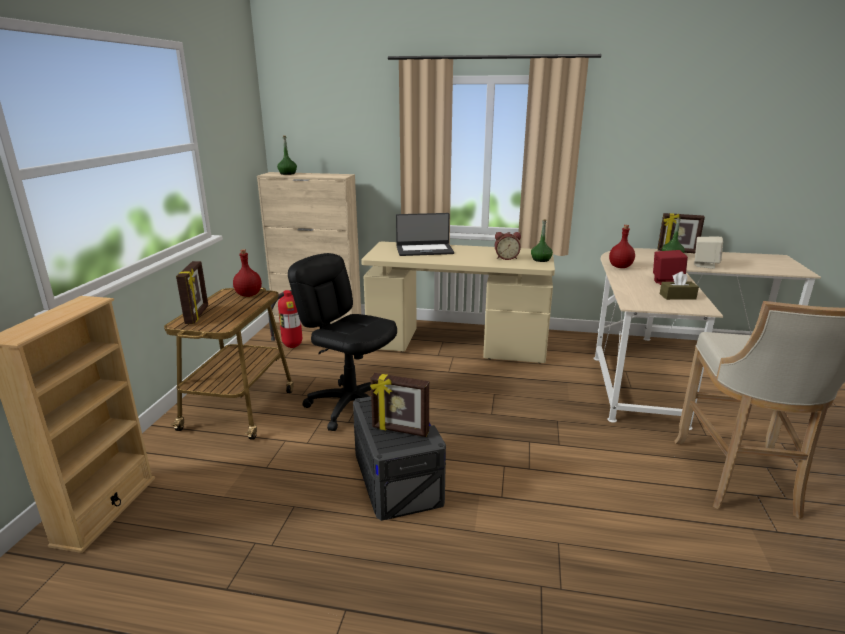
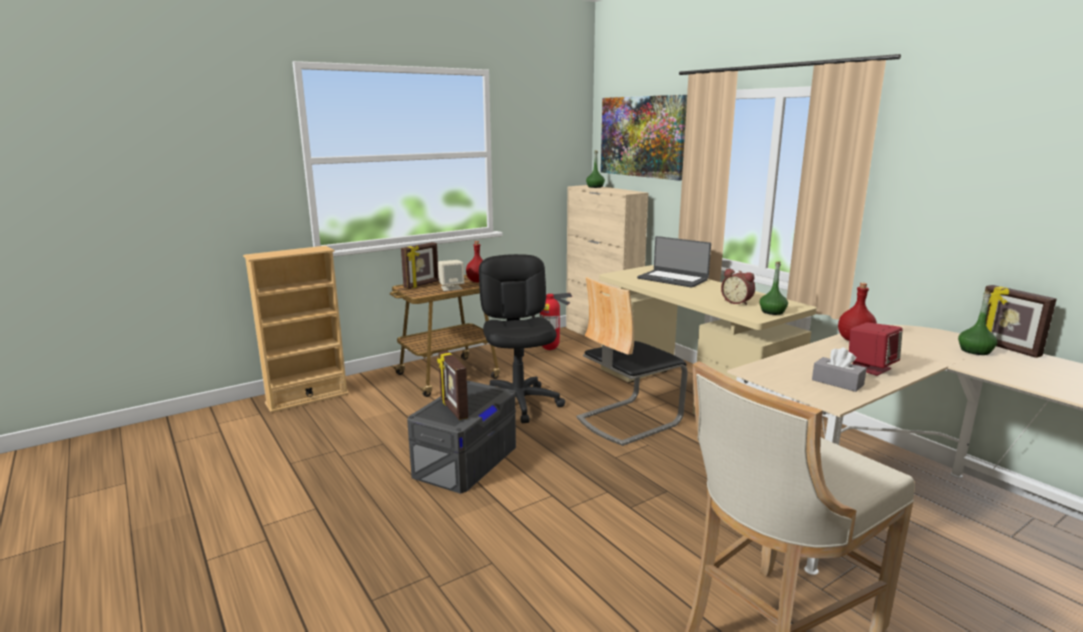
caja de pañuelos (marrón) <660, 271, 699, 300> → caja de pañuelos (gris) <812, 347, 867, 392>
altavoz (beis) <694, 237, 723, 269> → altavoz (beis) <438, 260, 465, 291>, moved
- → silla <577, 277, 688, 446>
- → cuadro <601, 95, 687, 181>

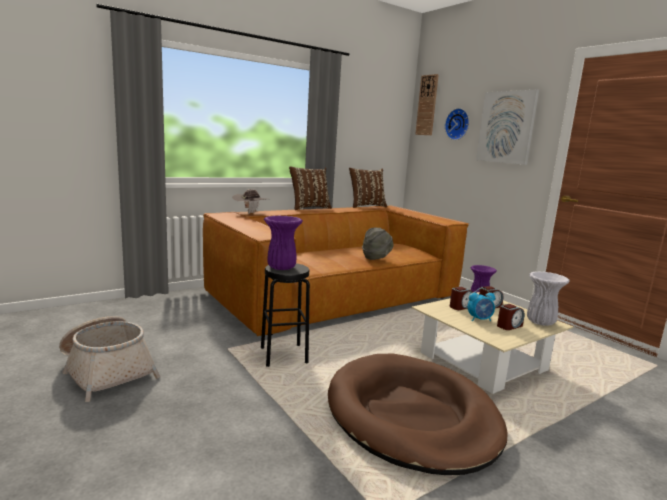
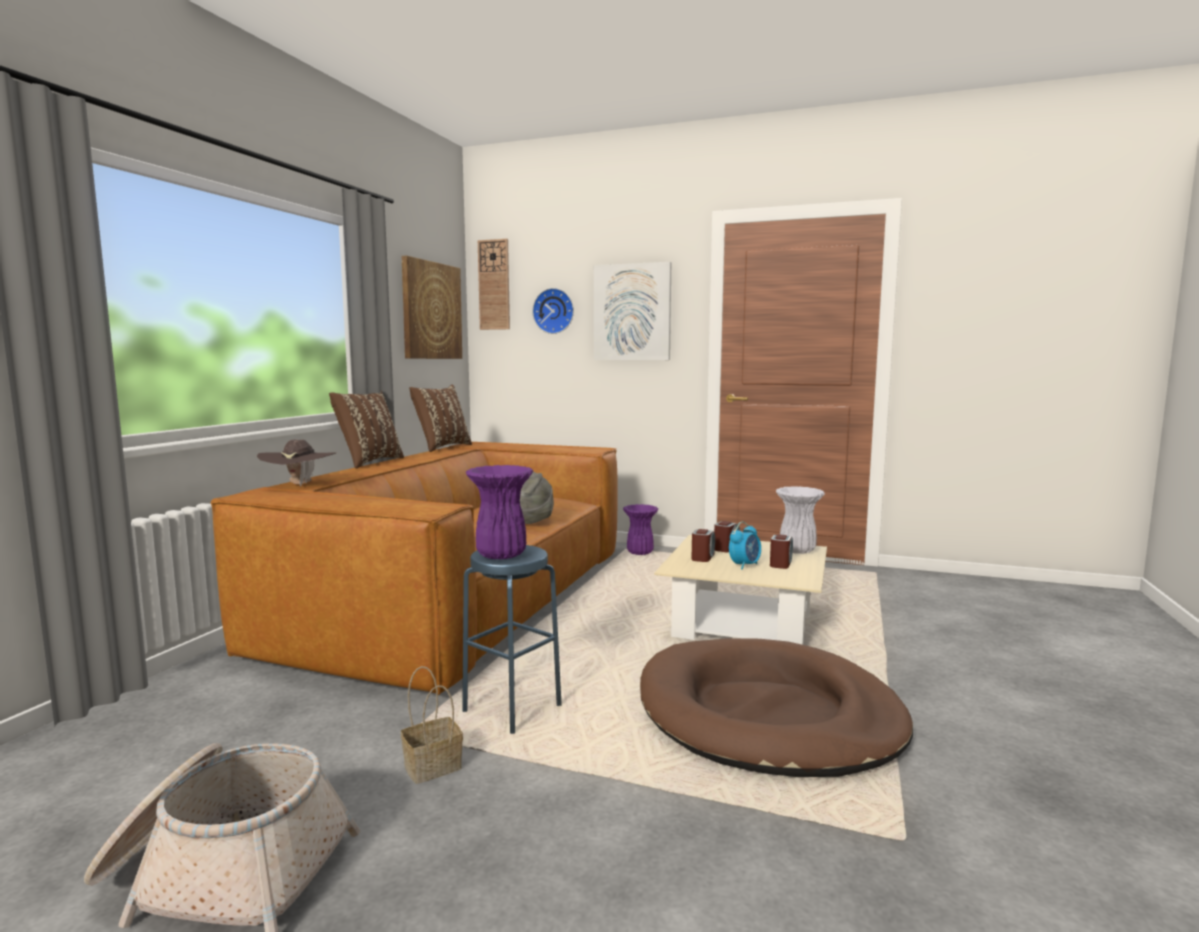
taburete (negro) <261, 263, 310, 367> → taburete (azul) <462, 545, 562, 734>
- → cesta <401, 666, 463, 784>
- → cuadro <402, 256, 462, 359>

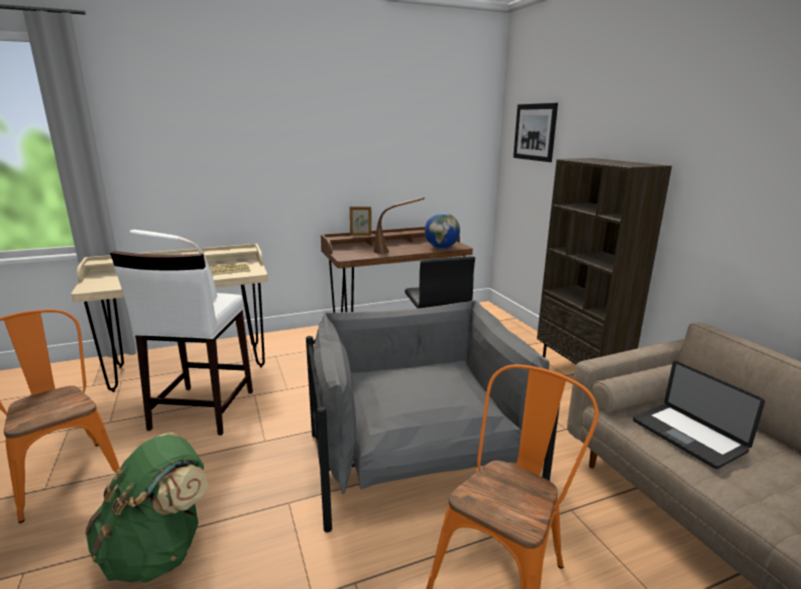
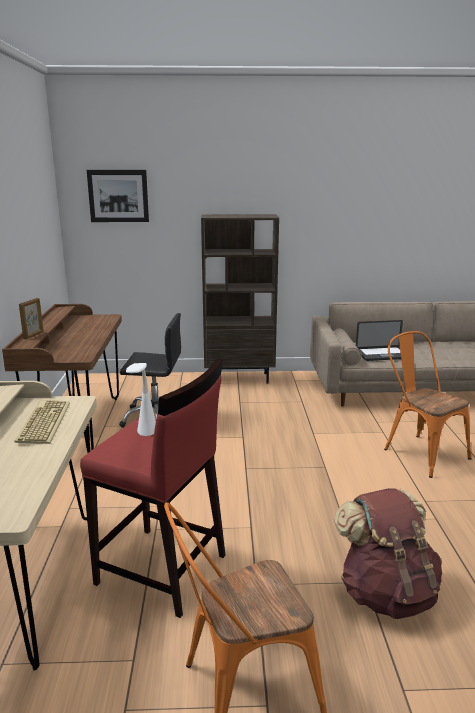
mochila (verde) <85, 432, 208, 583> → mochila (marrón) <335, 488, 442, 619>
taburete (blanco) <110, 251, 253, 435> → taburete (rojo) <80, 358, 225, 618>
sillón (gris) <306, 300, 560, 533> → -
lámpara de mesa (marrón) <374, 197, 425, 254> → -
globo terráqueo <425, 213, 460, 248> → -

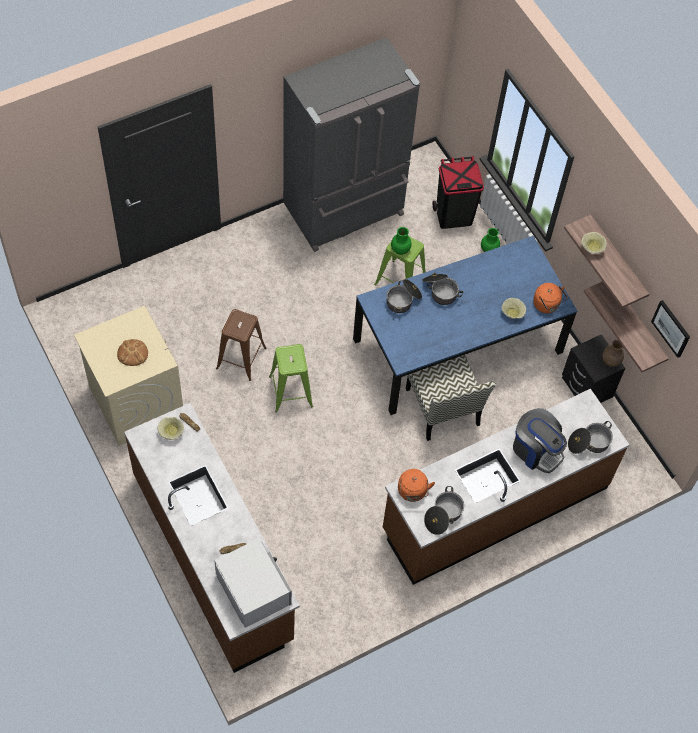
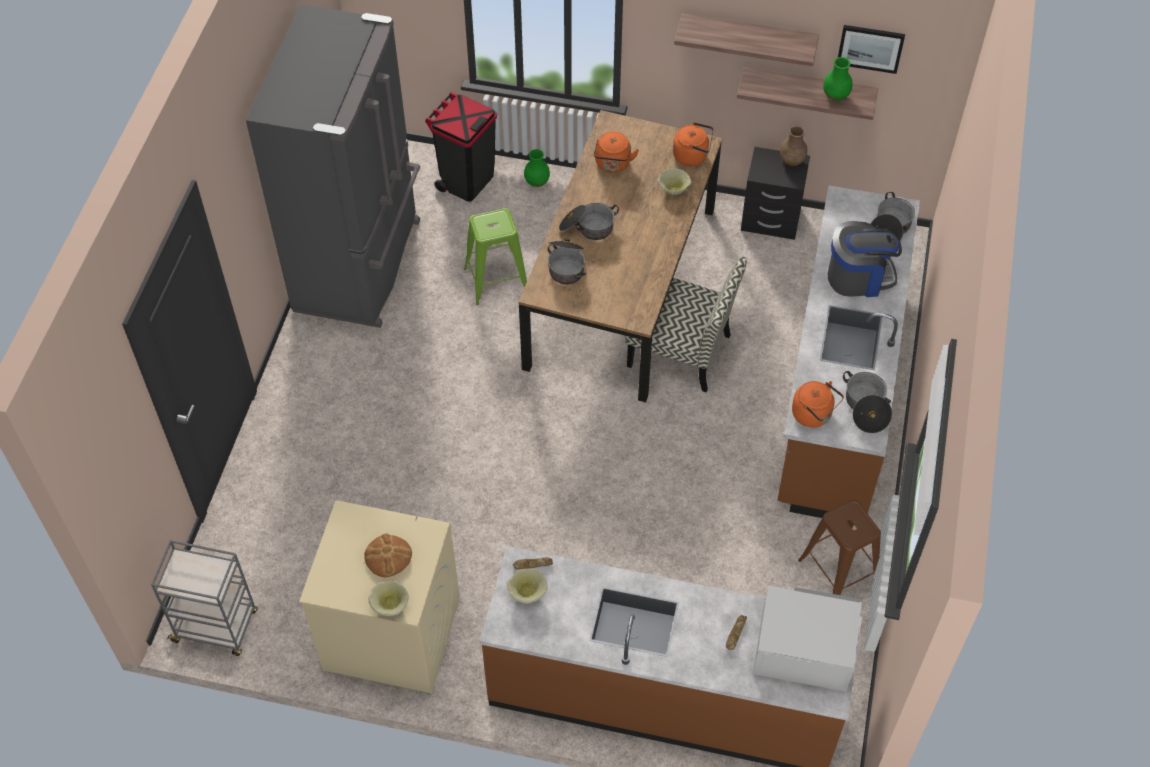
taburete (marrón) <216, 309, 266, 381> → taburete (marrón) <798, 500, 881, 595>, moved
taburete (verde) <269, 344, 313, 413> → -
mesa de comedor (azul) <353, 236, 577, 415> → mesa de comedor (marrón) <518, 110, 722, 402>
florero (verde) <391, 227, 411, 255> → florero (verde) <823, 57, 852, 101>, moved
cuenco (beis) <581, 232, 607, 254> → cuenco (beis) <368, 580, 409, 616>, moved
- → carrito (gris) <151, 540, 258, 656>
- → hervidor (naranja) <594, 132, 639, 173>

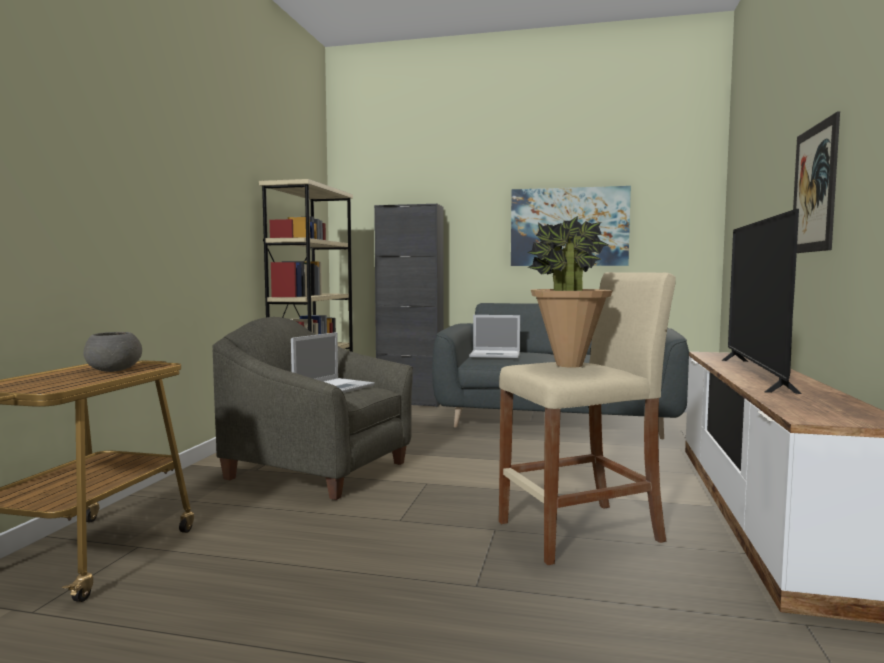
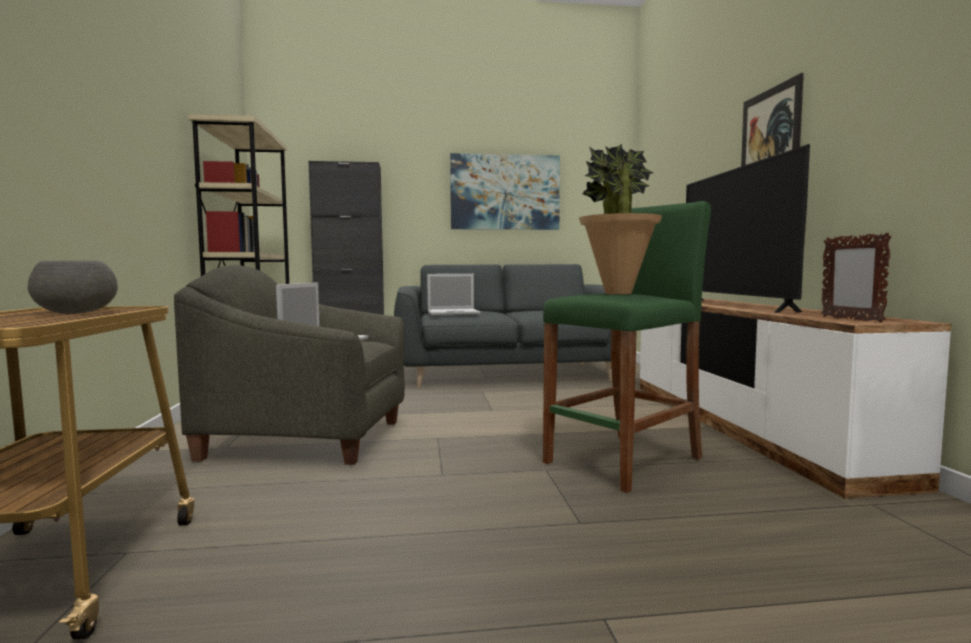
taburete (beis) <499, 272, 676, 565> → taburete (verde) <543, 201, 711, 493>
- → portarretratos <821, 233, 892, 323>

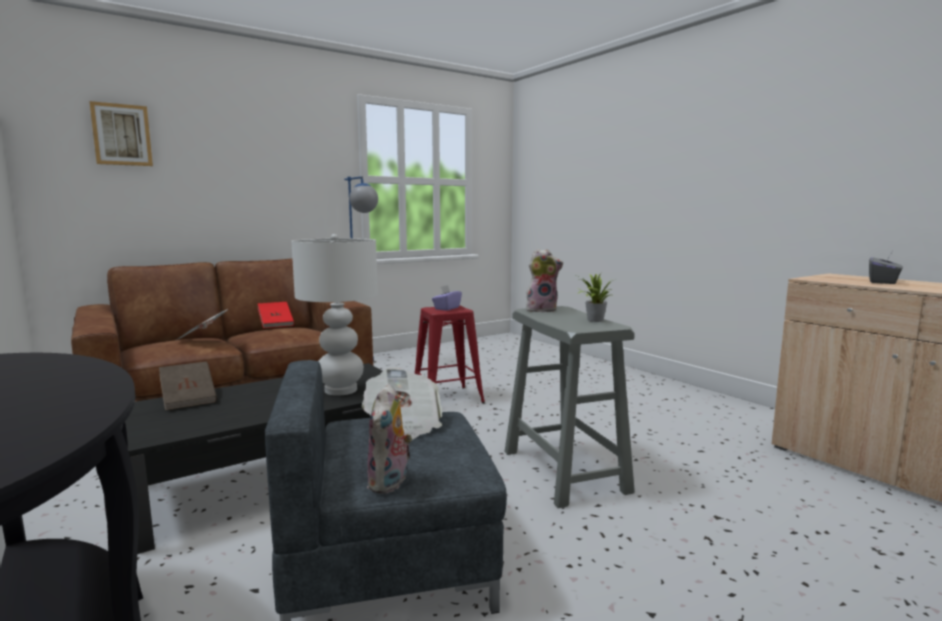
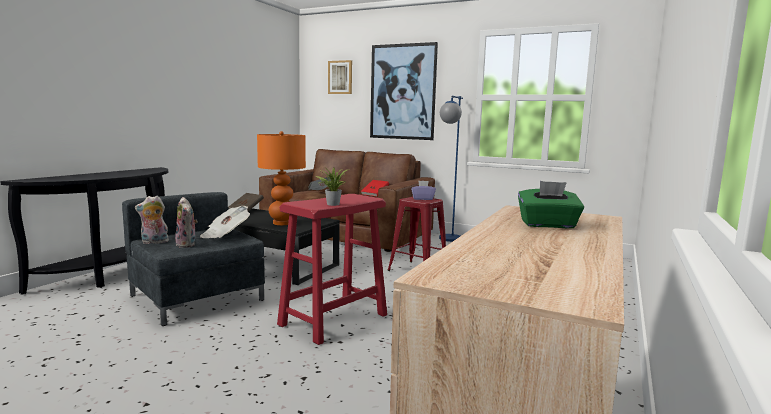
lámpara de mesa (blanco) <291, 234, 378, 396> → lámpara de mesa (naranja) <257, 131, 306, 225>
taburete (gris) <505, 306, 635, 508> → taburete (rojo) <277, 194, 387, 345>
peluche <526, 249, 563, 312> → peluche <175, 197, 198, 248>, moved
caja de pañuelos (gris) <869, 252, 903, 284> → caja de pañuelos (verde) <518, 181, 584, 228>
- → cuadro <370, 42, 438, 140>

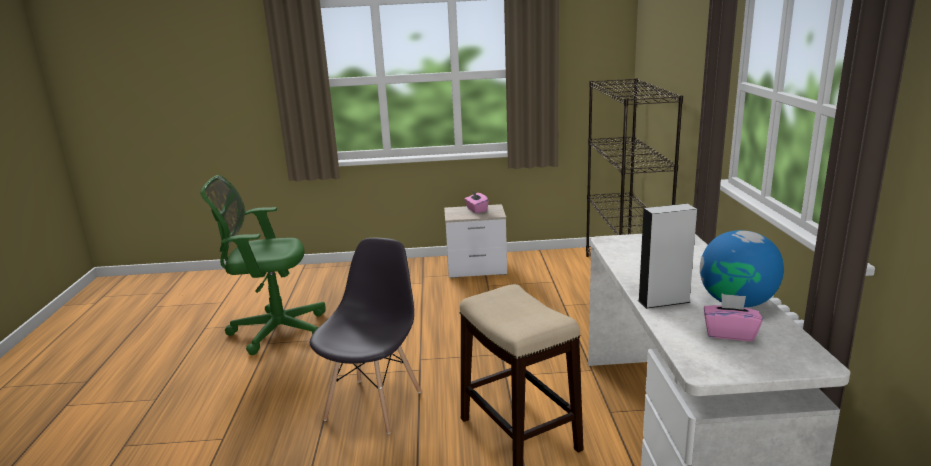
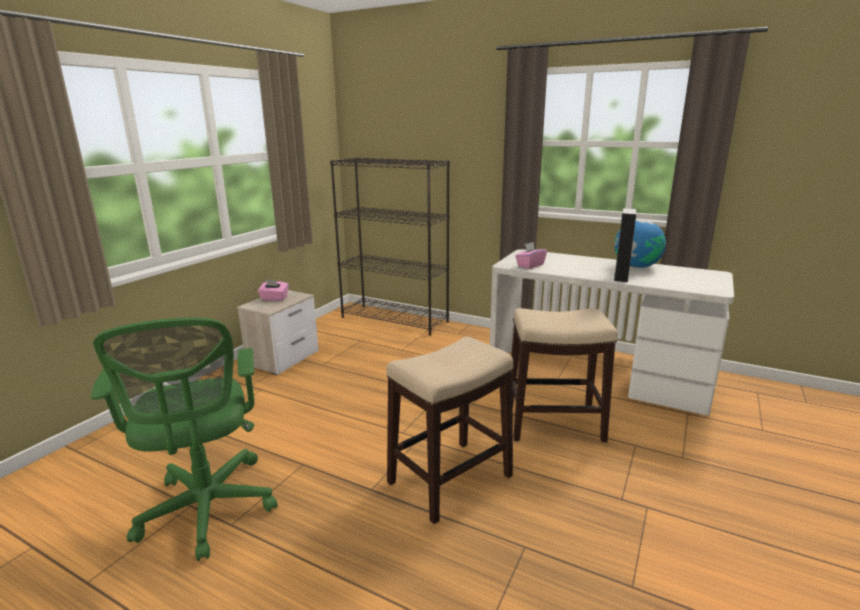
silla de oficina (verde) <200, 175, 326, 355> → silla de oficina (verde) <91, 317, 278, 561>, 45 degrees counterclockwise
silla (gris) <310, 238, 421, 434> → taburete <386, 337, 514, 524>
caja de pañuelos (rosa) <704, 293, 763, 341> → caja de pañuelos (rosa) <515, 242, 547, 269>, moved

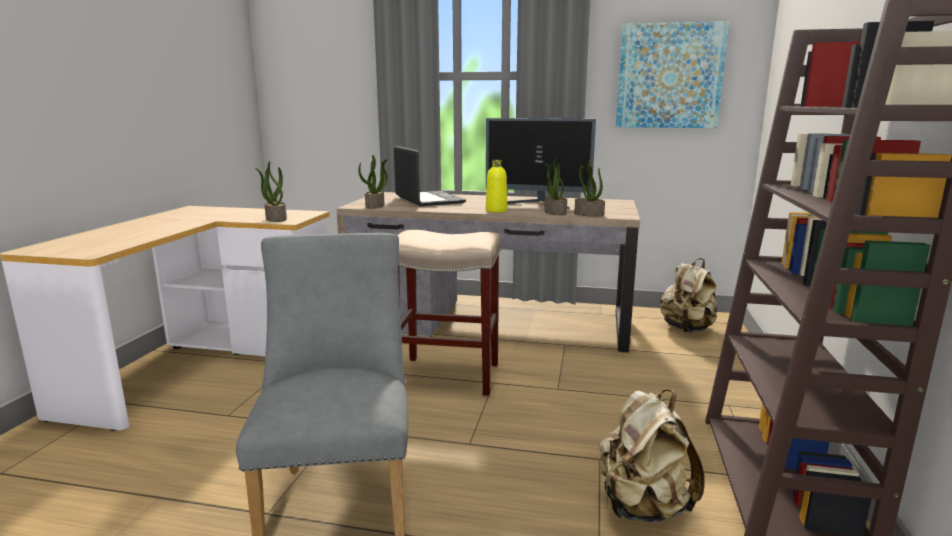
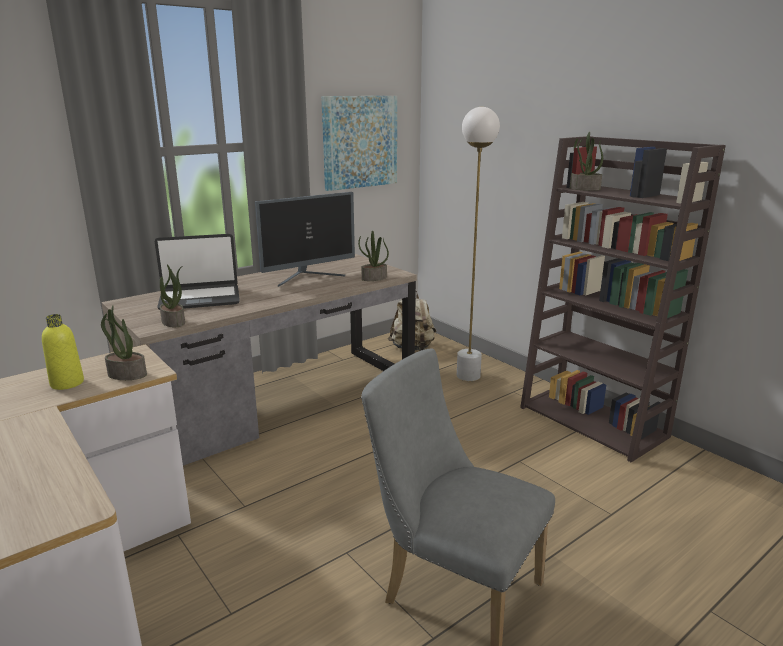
portátil <394, 146, 466, 206> → portátil <155, 234, 240, 310>, 150 degrees clockwise
taburete (beis) <397, 230, 501, 396> → -
botella (amarillo) <486, 160, 507, 212> → botella (amarillo) <42, 314, 84, 390>, moved
planta en maceta <544, 159, 567, 215> → planta en maceta <570, 132, 603, 191>, moved
mochila (beis) <599, 389, 705, 522> → -
- → lámpara de pie (blanco) <457, 107, 500, 381>

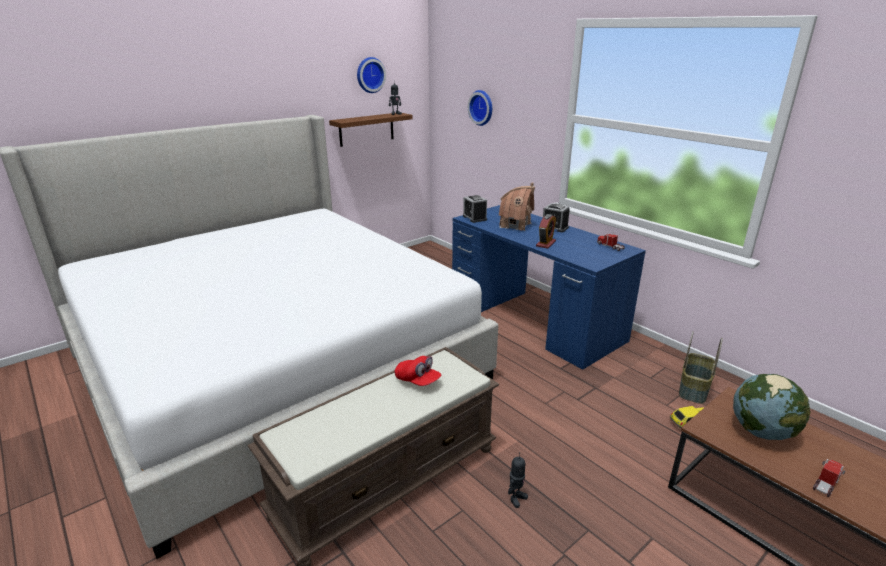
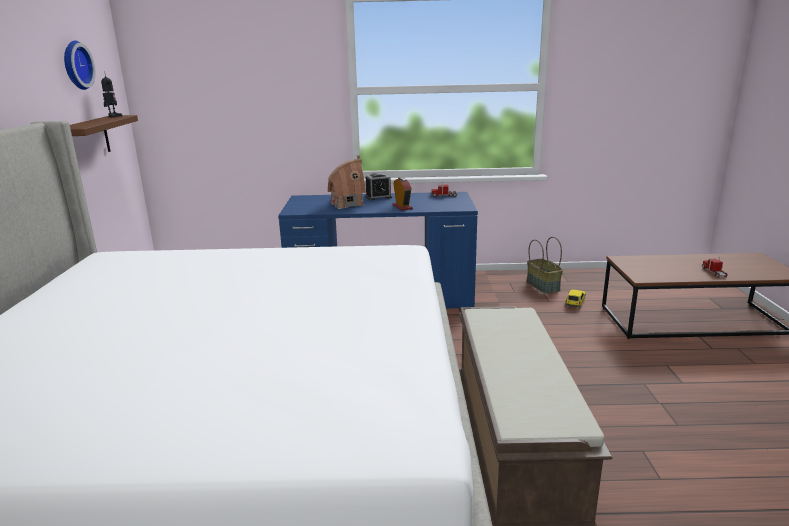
gorra (rojo) <395, 356, 441, 386> → -
despertador <463, 195, 487, 223> → -
reloj de pared <468, 90, 492, 126> → -
robot de juguete <508, 452, 528, 508> → -
globo terráqueo <733, 374, 810, 440> → -

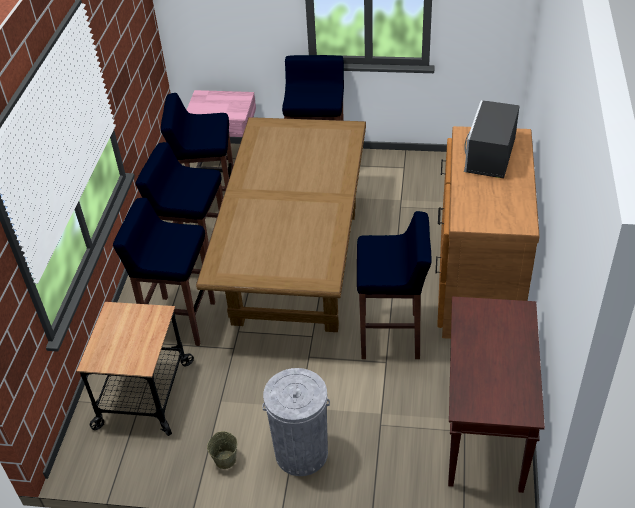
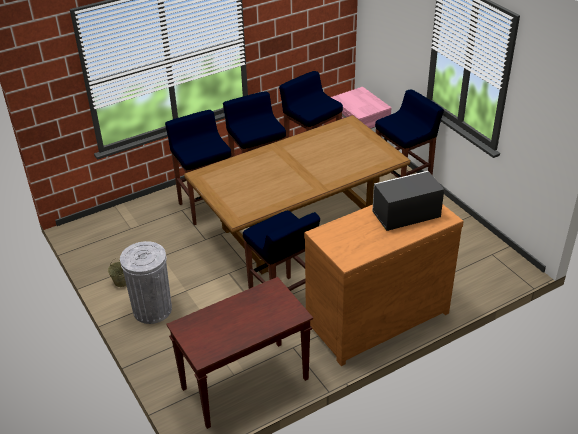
carrito <77, 302, 194, 436> → -

